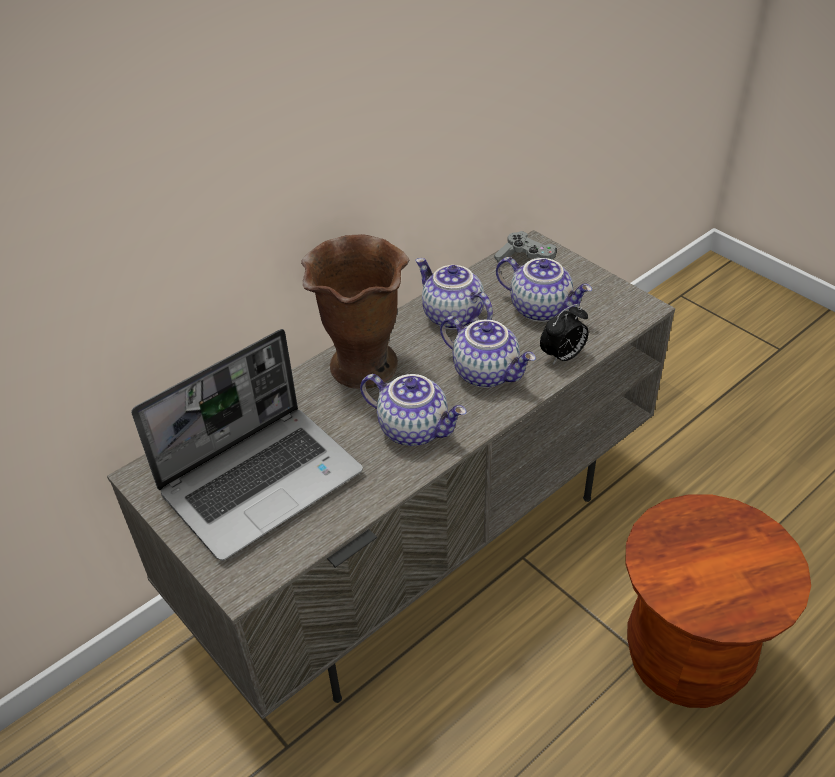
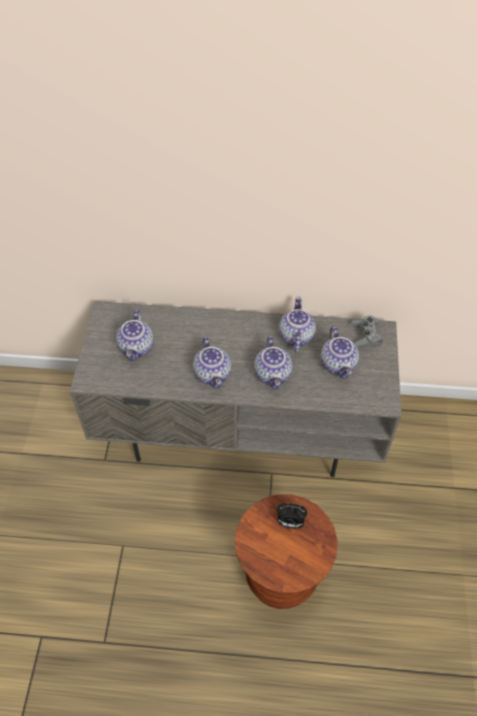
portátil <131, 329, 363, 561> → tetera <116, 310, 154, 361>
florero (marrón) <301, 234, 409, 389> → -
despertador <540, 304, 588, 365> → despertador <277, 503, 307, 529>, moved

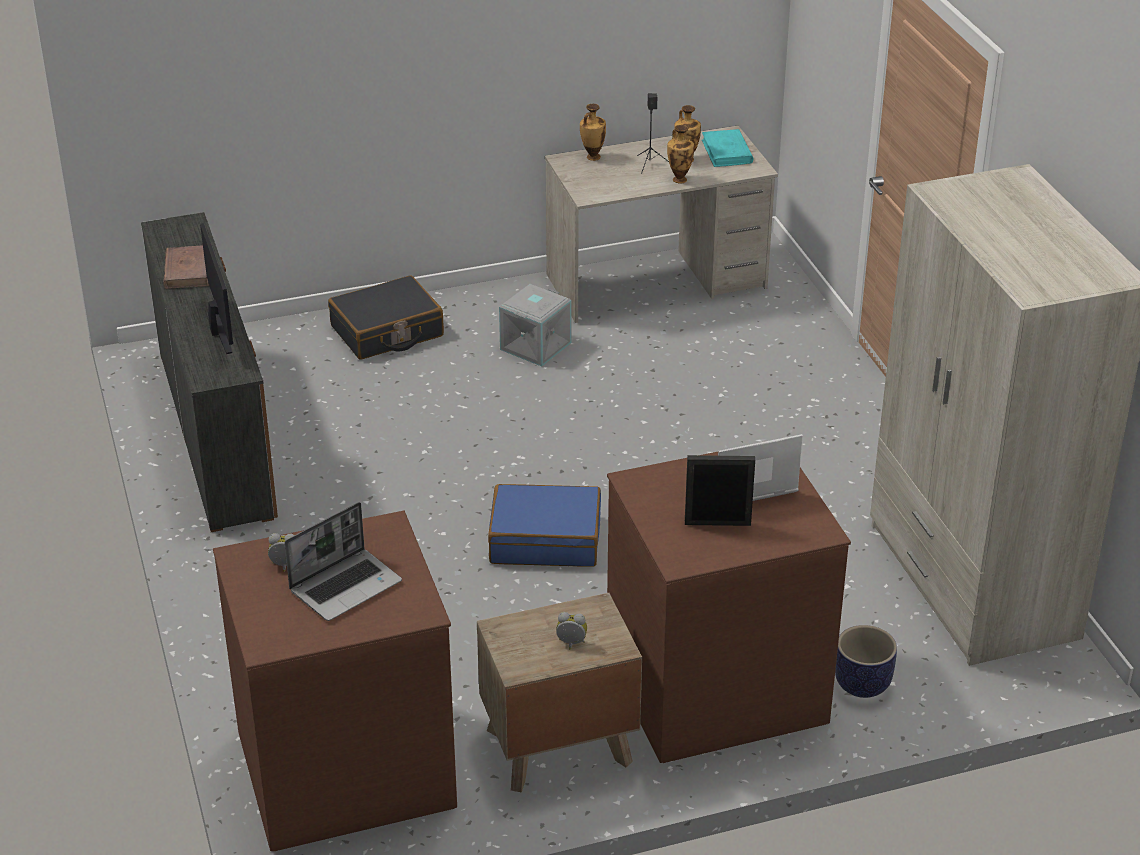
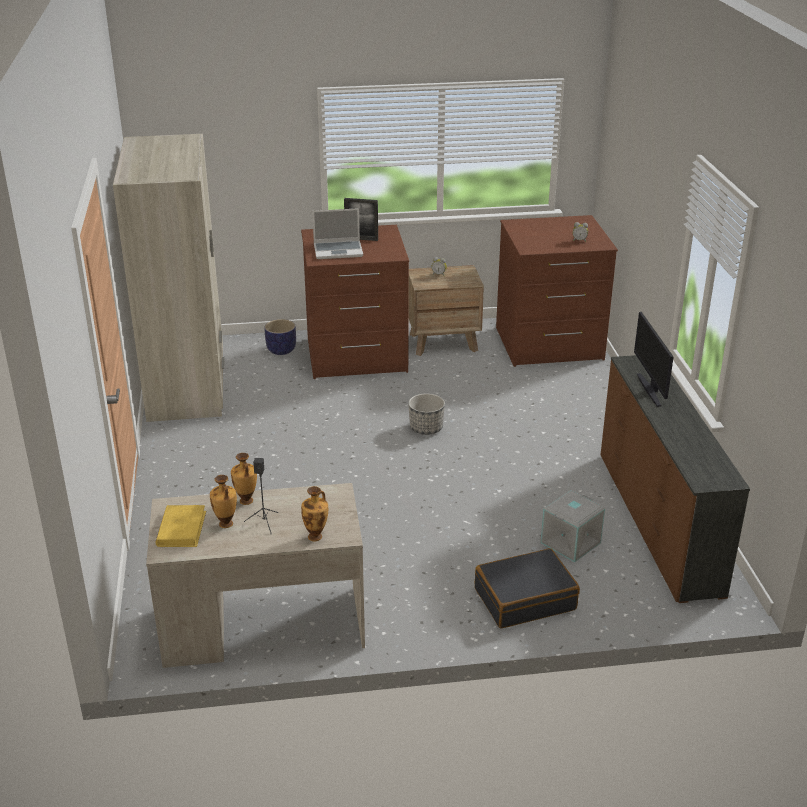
libro (marrón) <163, 245, 209, 289> → -
portátil <285, 502, 402, 621> → -
maleta (azul) <488, 484, 601, 567> → maceta <408, 393, 445, 435>
caja de almacenaje (gris) <499, 284, 571, 367> → caja de almacenaje (gris) <540, 490, 605, 562>, moved
libro (turquesa) <702, 129, 753, 167> → libro (amarillo) <155, 505, 206, 547>

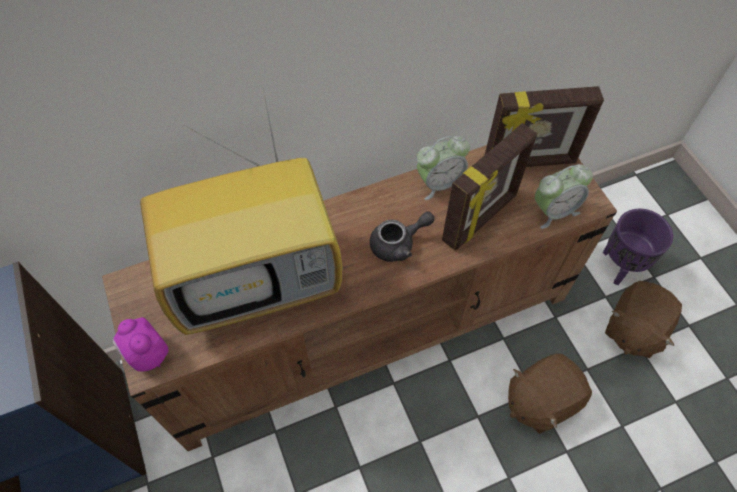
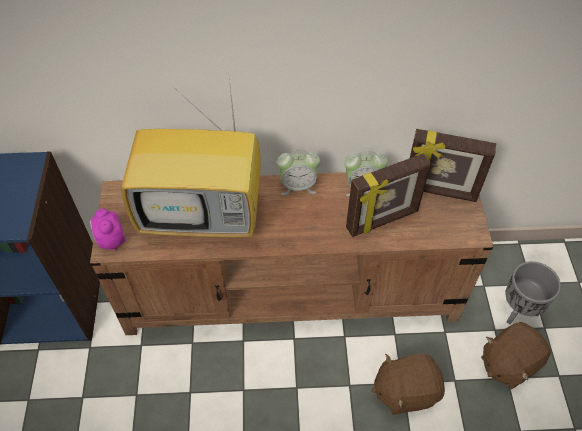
tetera (gris) <370, 212, 435, 262> → -
despertador <535, 164, 593, 229> → despertador <277, 149, 320, 195>, moved
maceta (morado) <603, 209, 673, 285> → maceta (gris) <505, 261, 561, 324>

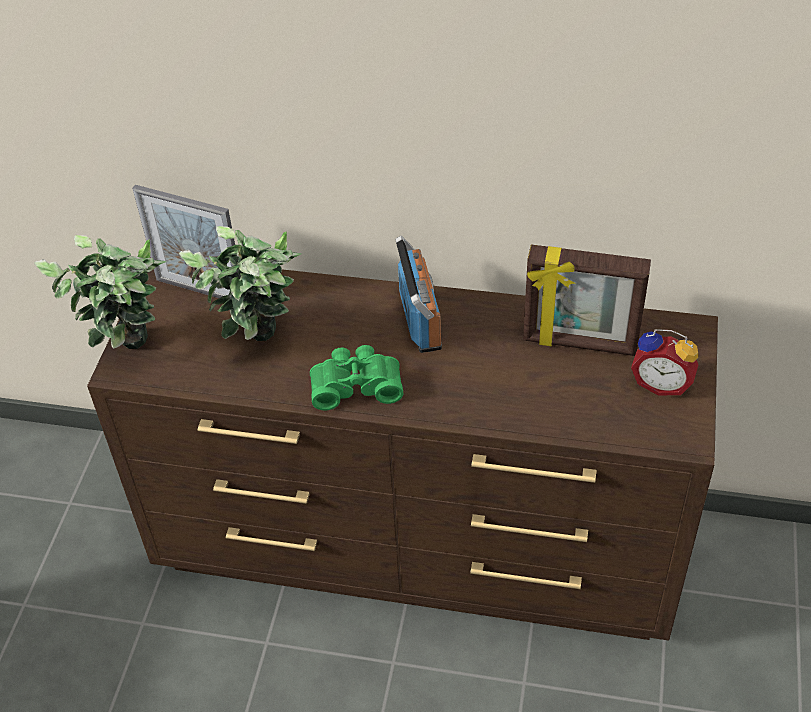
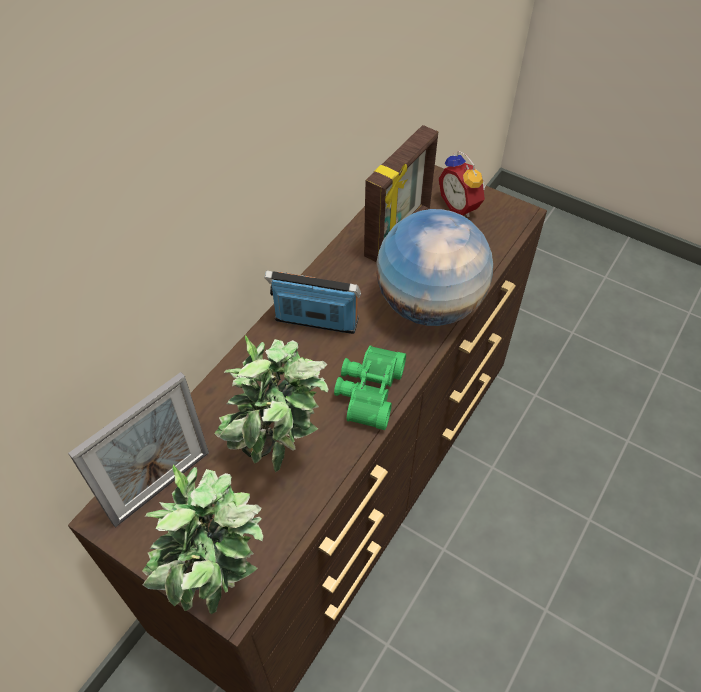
despertador <631, 329, 698, 396> → despertador <439, 151, 486, 217>, 105 degrees clockwise
- → globo terráqueo <376, 209, 493, 326>

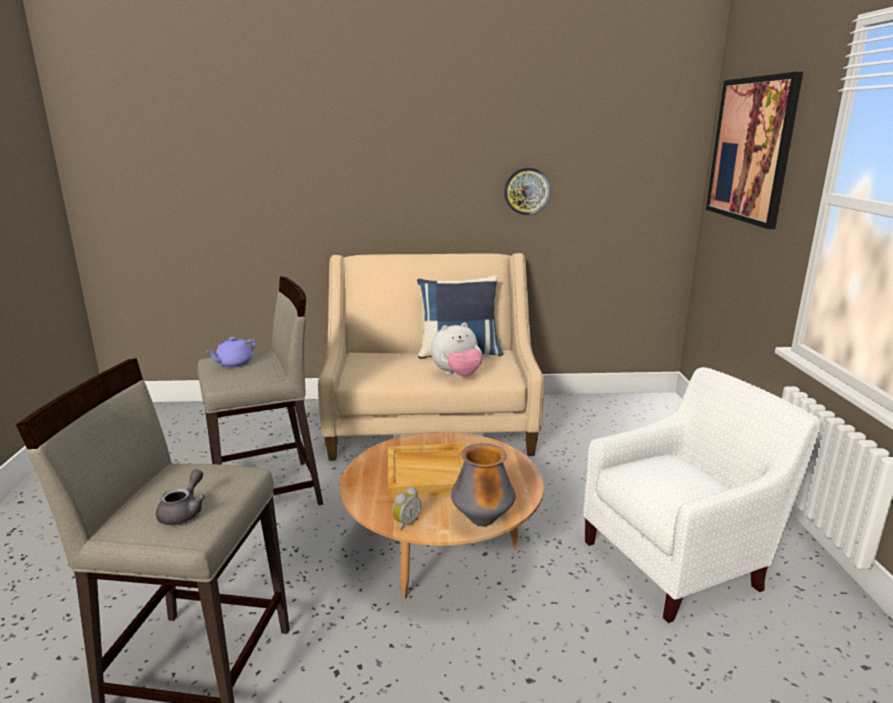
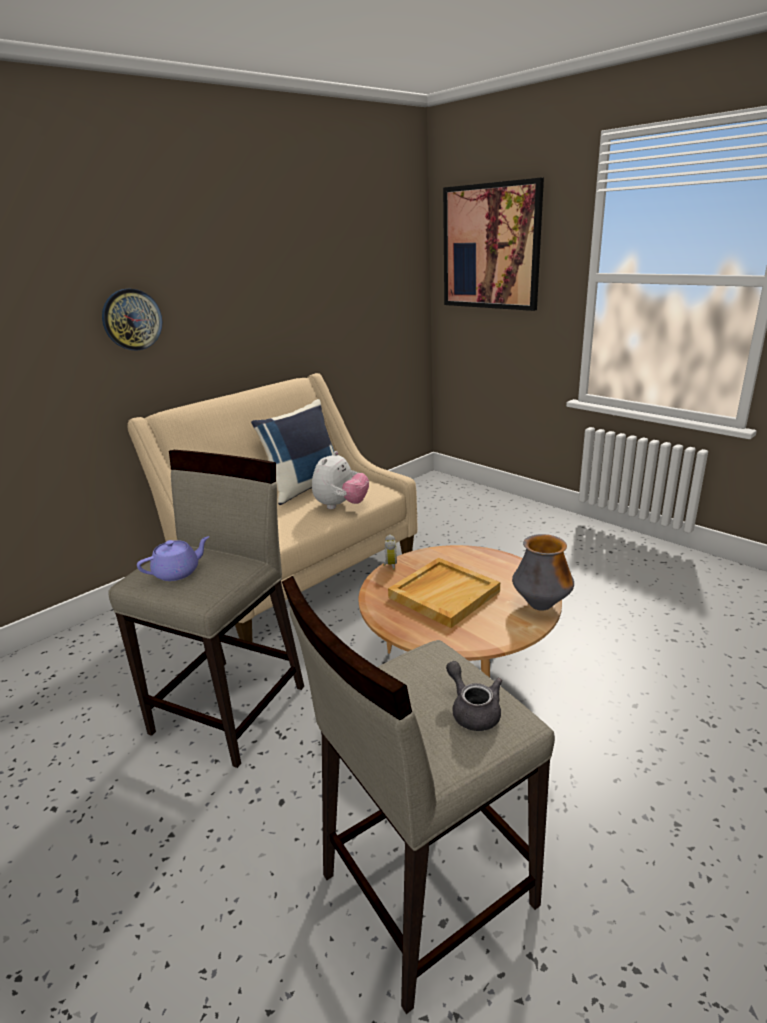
tetera (morado) <206, 337, 256, 368> → tetera (morado) <137, 536, 209, 581>, 120 degrees counterclockwise
despertador <392, 487, 421, 531> → despertador <383, 534, 397, 570>, moved
reloj de pared <504, 167, 550, 215> → reloj de pared <102, 288, 162, 350>, moved
sillón (blanco) <583, 367, 821, 623> → -

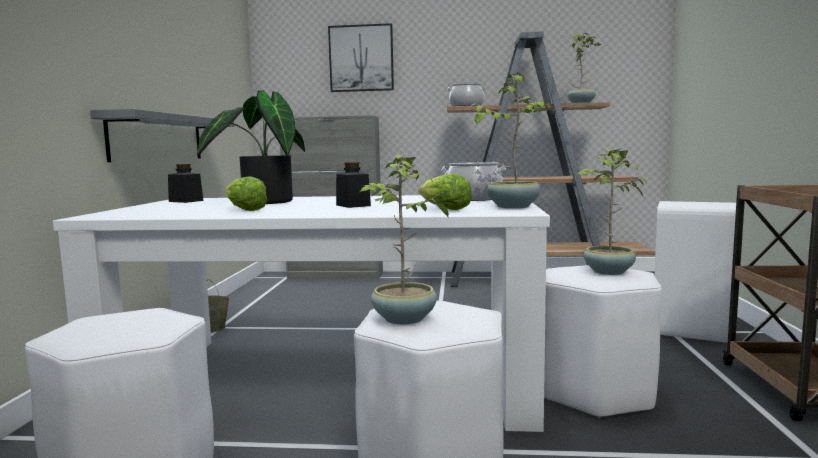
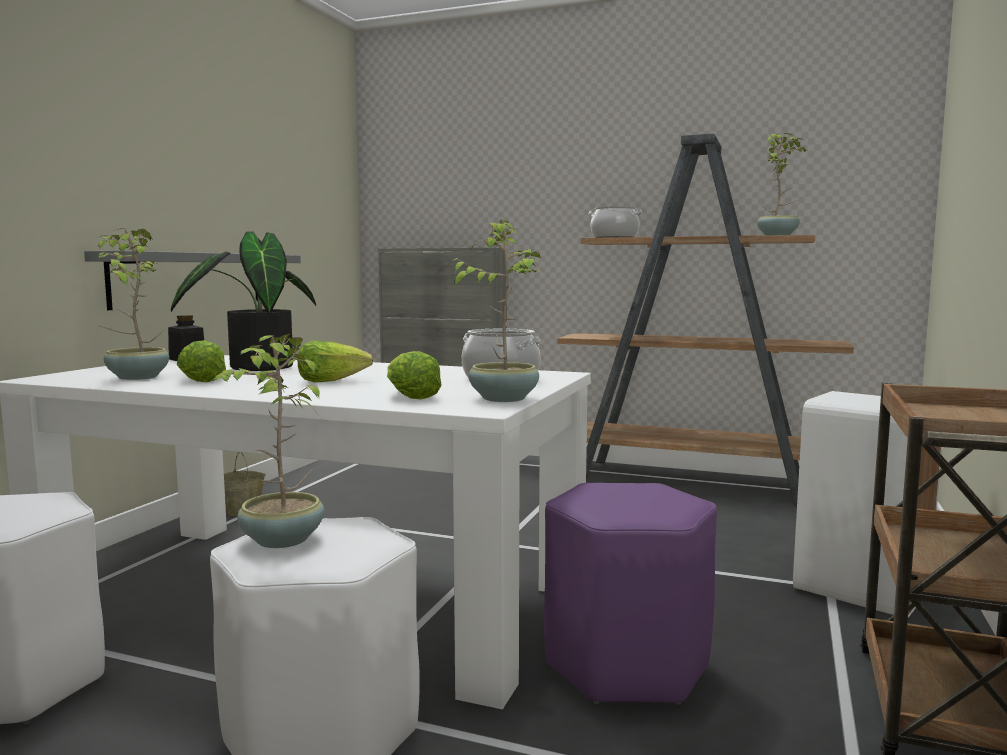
cuadro <328, 23, 394, 92> → -
tarro (negro) <336, 162, 371, 208> → lechuga <298, 341, 373, 383>
taburete (blanco) <544, 265, 662, 419> → taburete (morado) <544, 483, 717, 705>
planta en maceta <576, 149, 647, 275> → planta en maceta <97, 228, 169, 380>, moved

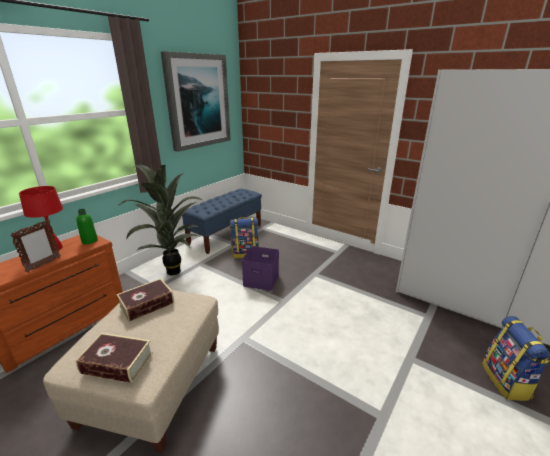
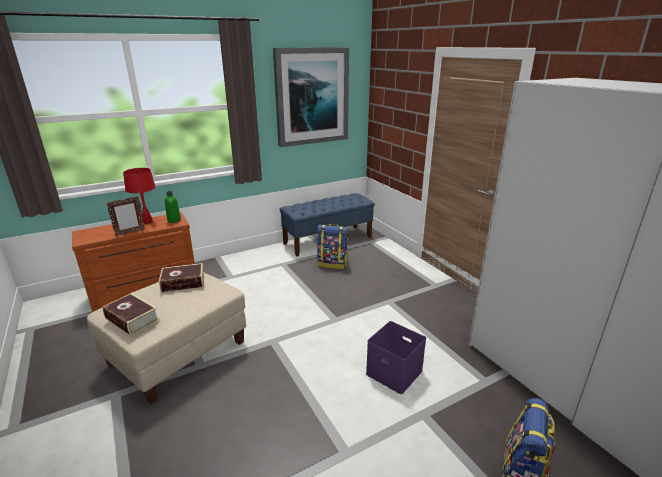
planta en maceta <117, 165, 202, 275> → -
caja de almacenaje (morado) <242, 246, 279, 291> → caja de almacenaje (morado) <366, 321, 426, 394>, moved

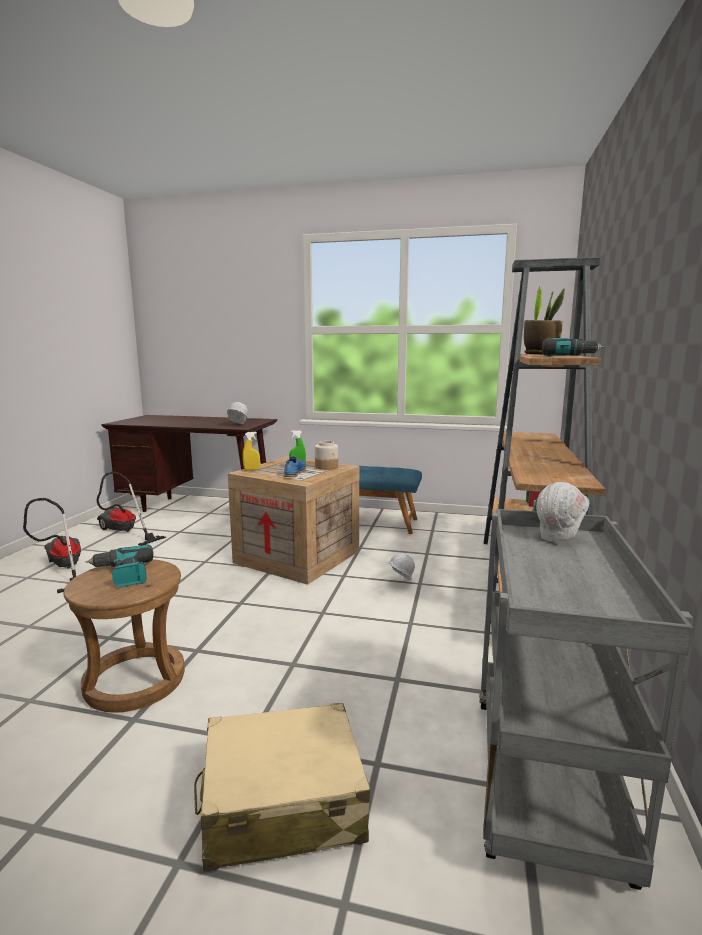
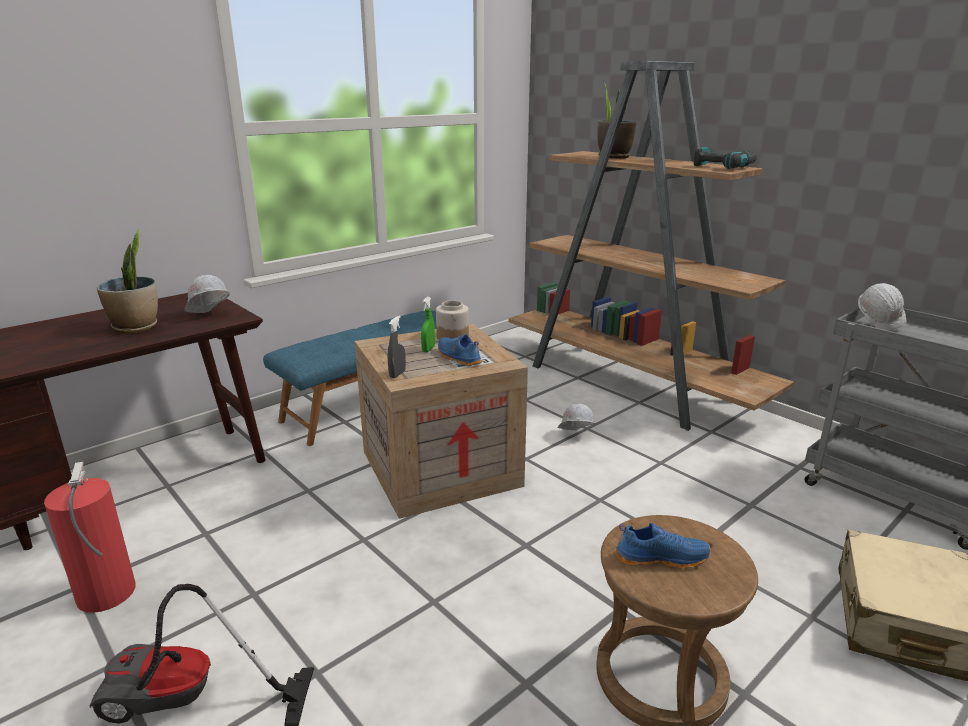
taladro <86, 544, 154, 587> → zapato (azul) <615, 523, 710, 569>
aspiradora <97, 472, 166, 546> → extintor <44, 462, 136, 613>
pulverizador (amarillo) <243, 432, 260, 470> → pulverizador (gris) <388, 316, 406, 378>
- → planta en maceta <97, 229, 158, 333>

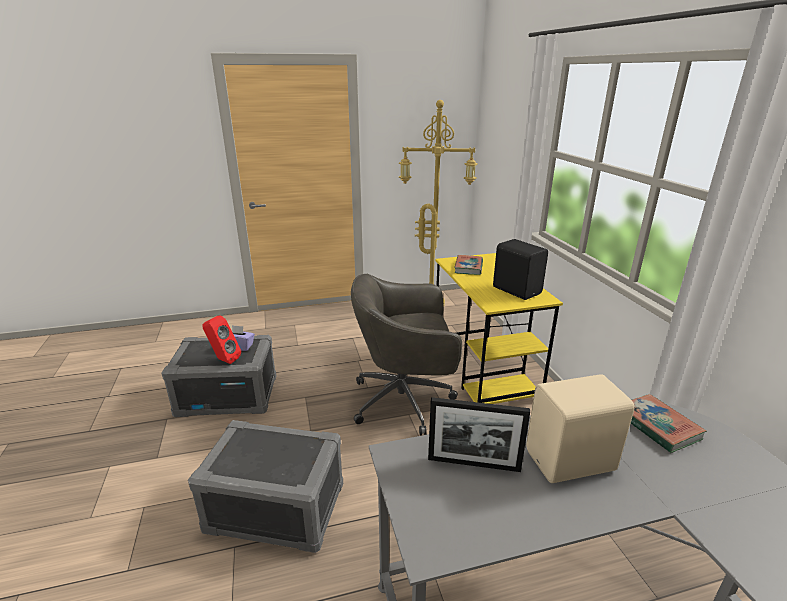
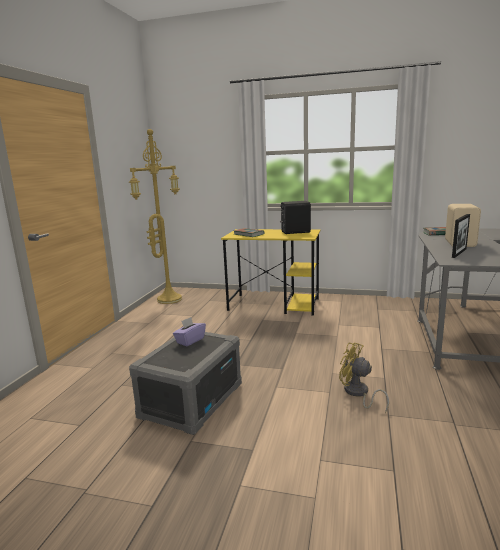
caja de almacenaje (gris) <188, 420, 343, 553> → ventilador (amarillo) <339, 342, 389, 413>
altavoz (rojo) <202, 315, 241, 364> → -
silla de oficina (gris) <351, 274, 462, 435> → -

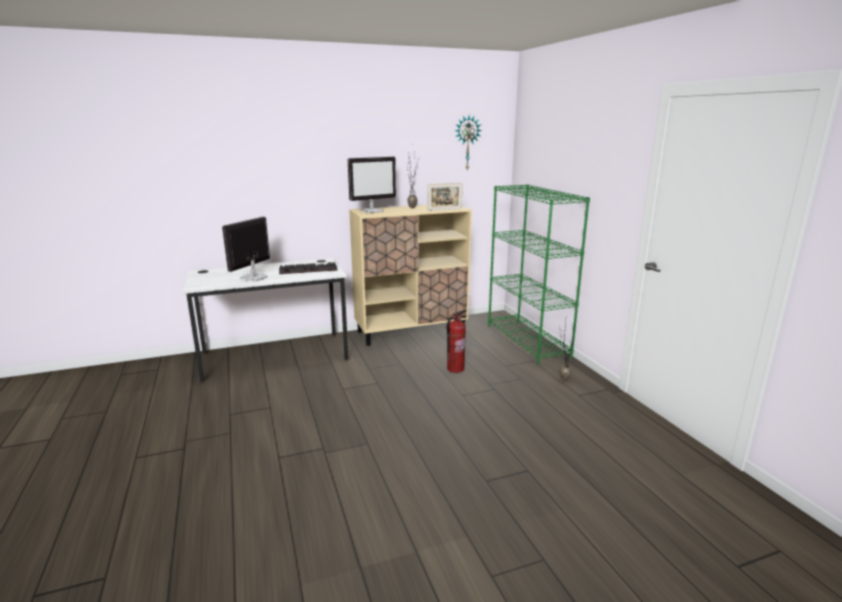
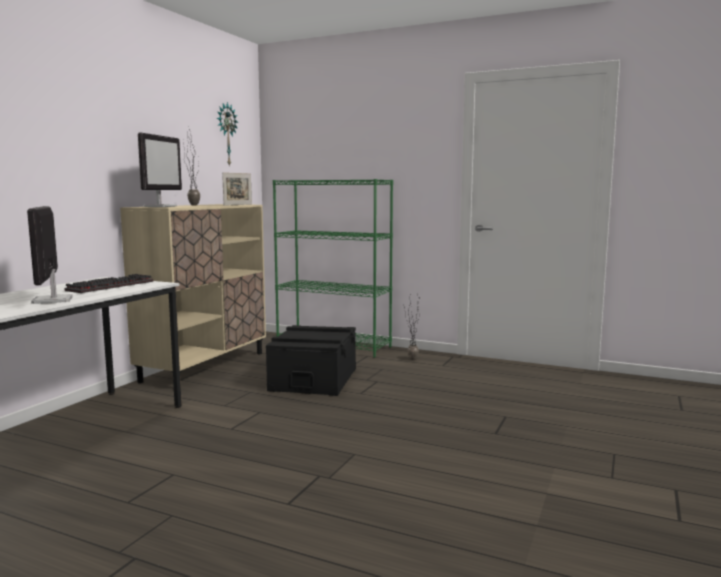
extintor <446, 309, 466, 373> → caja de almacenaje (negro) <266, 325, 356, 396>

